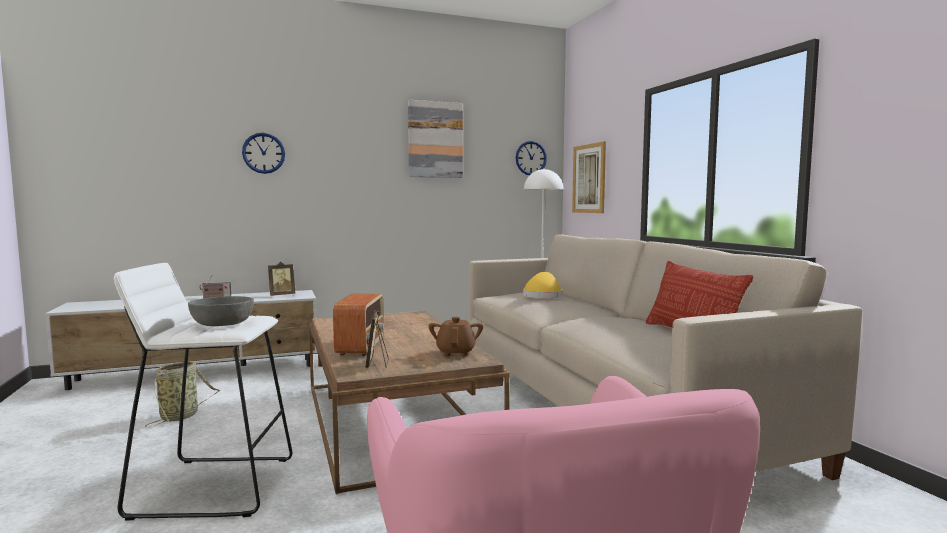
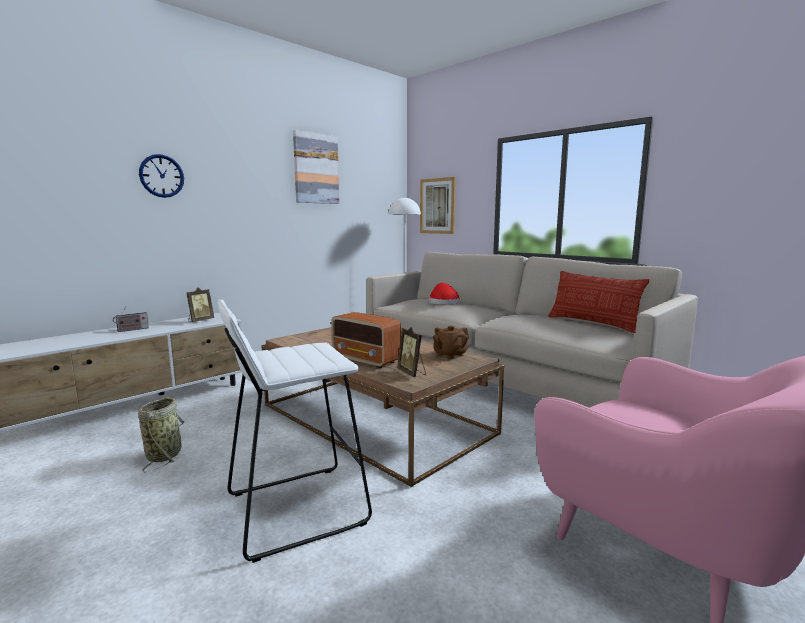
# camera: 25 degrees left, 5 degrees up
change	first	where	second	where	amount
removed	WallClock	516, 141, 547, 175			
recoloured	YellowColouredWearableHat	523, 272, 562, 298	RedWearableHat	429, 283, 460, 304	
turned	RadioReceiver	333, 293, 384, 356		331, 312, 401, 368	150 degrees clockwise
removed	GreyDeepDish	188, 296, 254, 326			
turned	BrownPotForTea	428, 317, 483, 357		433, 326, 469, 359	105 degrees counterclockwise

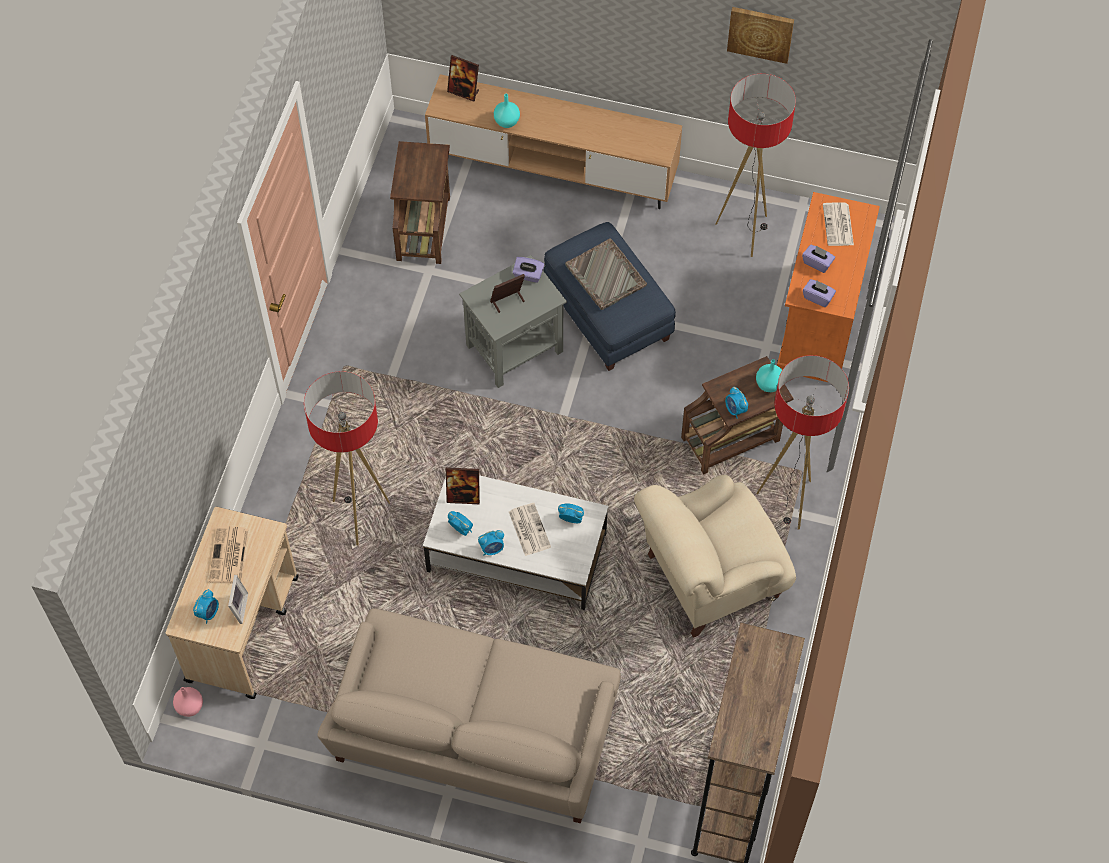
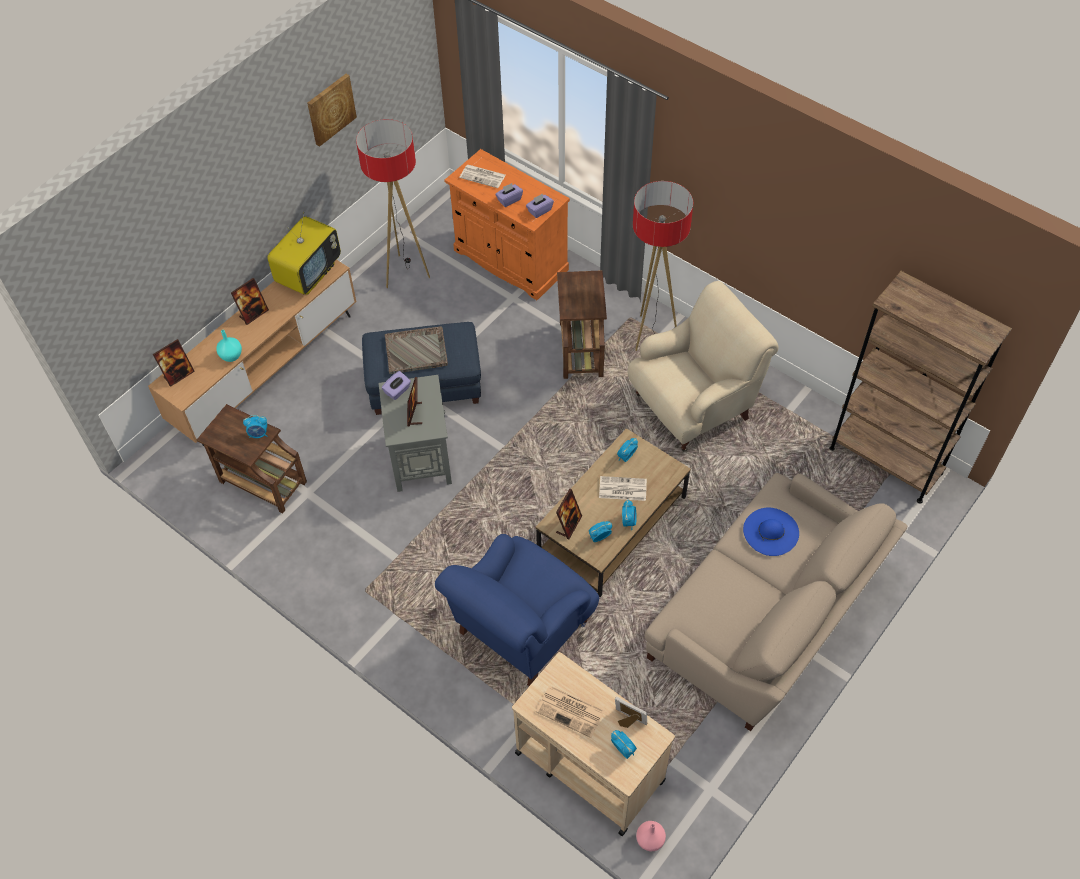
# camera: 65 degrees left, 5 degrees down
change	first	where	second	where	amount
removed	TurquoiseFlowerVase	756, 359, 782, 392			
replaced	StandardLamp	304, 371, 390, 546	BlueLoungeChair	435, 534, 599, 686	
moved	AlarmClock	725, 386, 748, 418		243, 415, 267, 438	
recoloured	WhiteColouredLoungeTable	423, 475, 609, 610	BrownLoungeTable	536, 428, 691, 597	
turned	BeigeColouredLoungeChair	634, 475, 796, 638		627, 281, 778, 452	120 degrees counterclockwise
added			Television	267, 211, 341, 294	
added			PictureFrame	231, 278, 269, 325	
added			BlueWearableHat	743, 508, 799, 556	

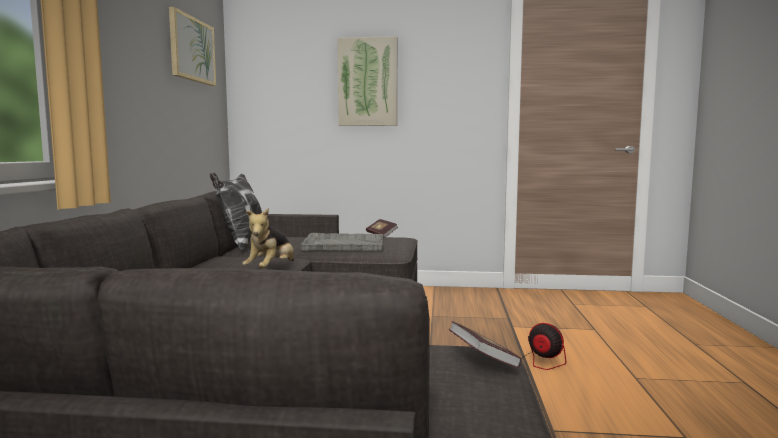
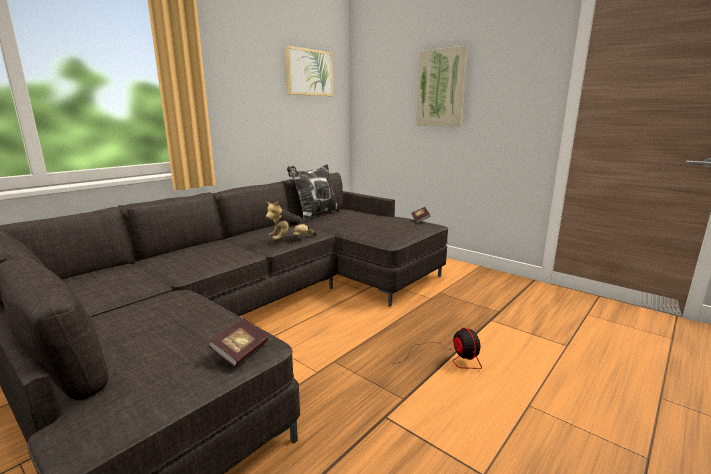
# camera: 35 degrees right, 10 degrees up
change	first	where	second	where	amount
removed	GreyServingTray	300, 233, 384, 251			

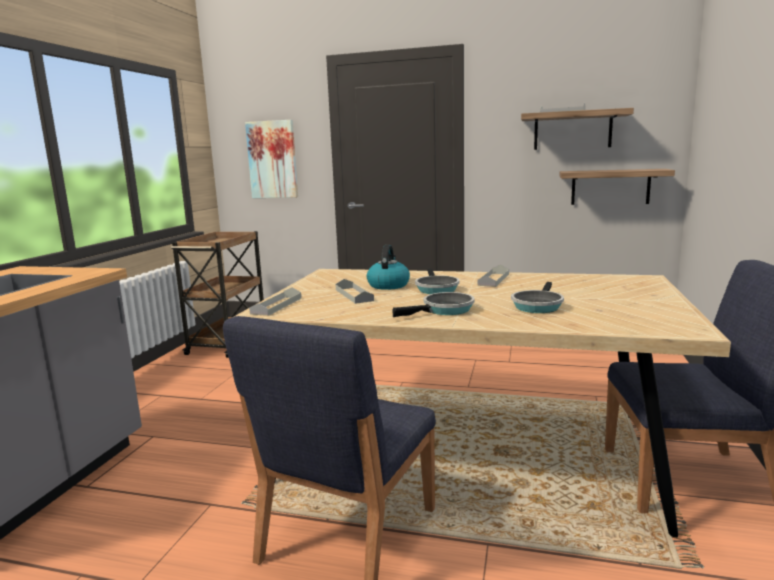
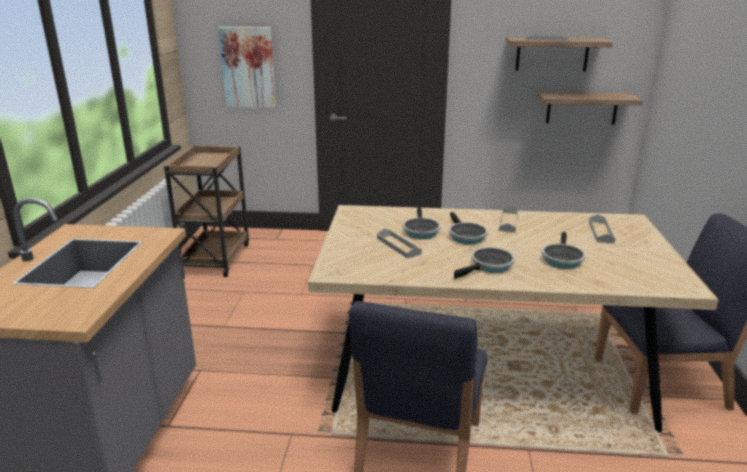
# camera: 10 degrees left, 10 degrees up
change	first	where	second	where	amount
replaced	Kettle	367, 245, 410, 290	FryingPan	402, 207, 441, 239	
moved	GreyServingTray	249, 288, 301, 316		589, 214, 615, 243	

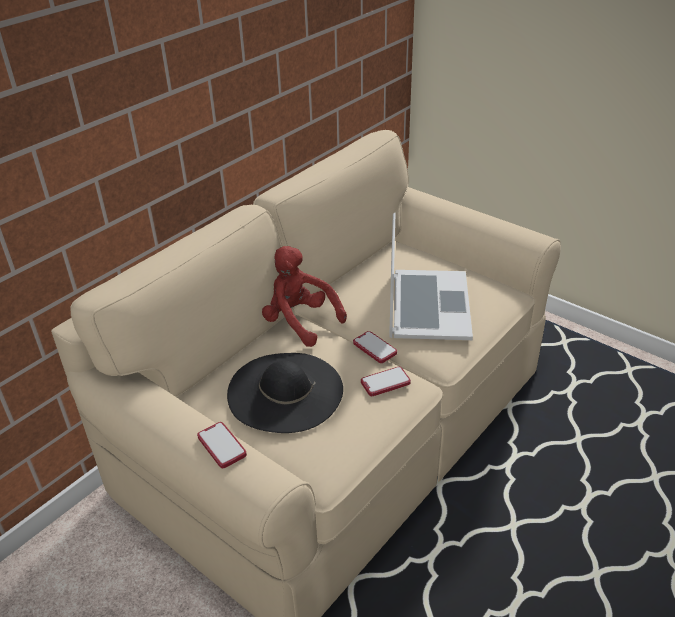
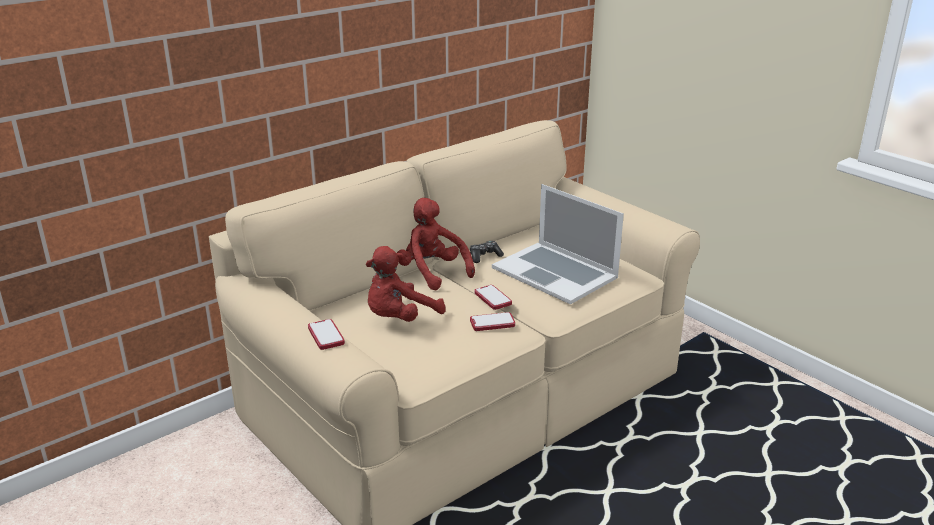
# camera: 10 degrees right, 10 degrees down
change	first	where	second	where	amount
turned	Laptop	389, 213, 473, 340		492, 184, 624, 305	120 degrees clockwise
replaced	BlackColouredWearableHat	227, 353, 343, 433	RedCuddlyToy	366, 246, 446, 322	
added			Gamepad	470, 241, 504, 263	

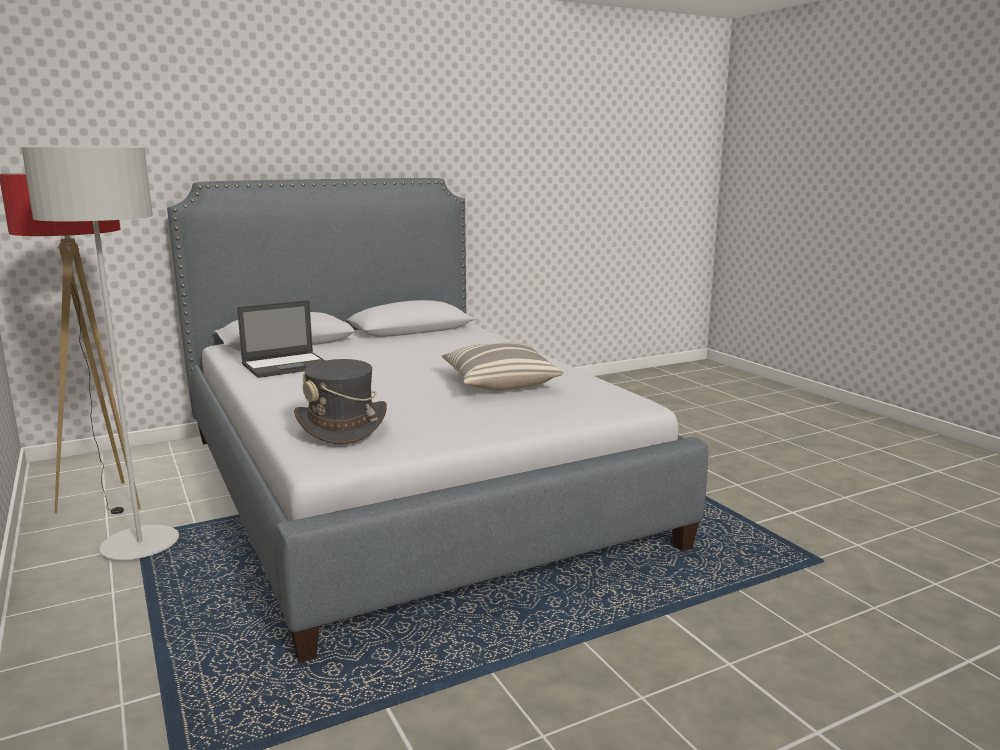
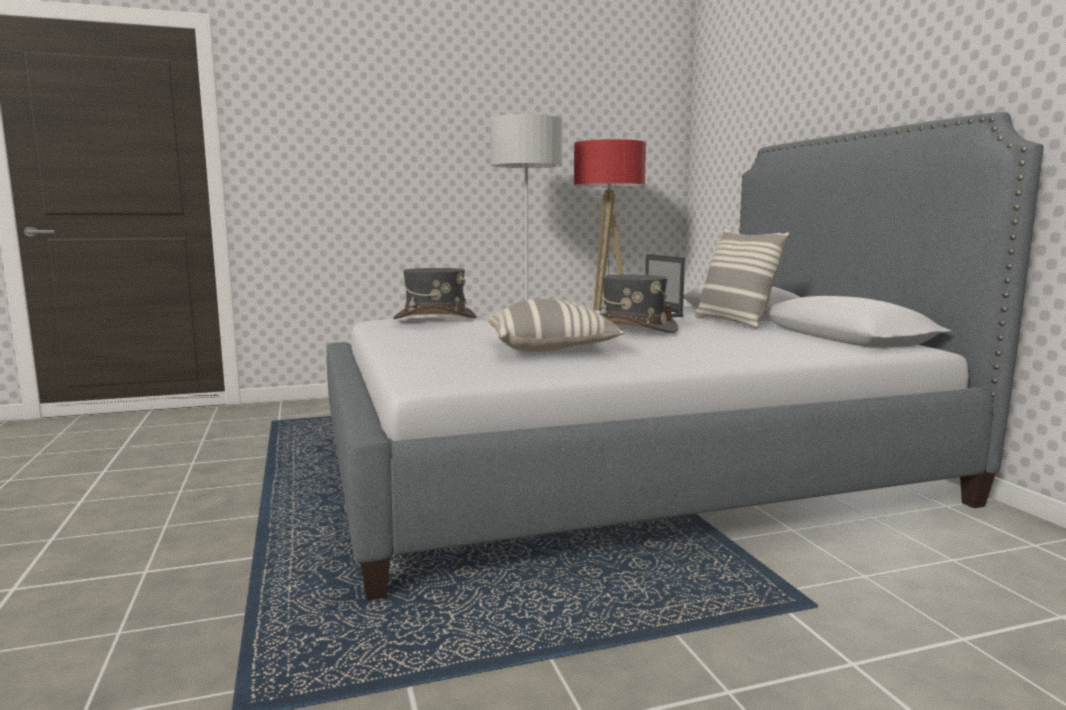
# camera: 100 degrees right, 5 degrees down
change	first	where	second	where	amount
added			Pillow	695, 229, 789, 329	
added			GreyWearableHat	599, 274, 678, 333	

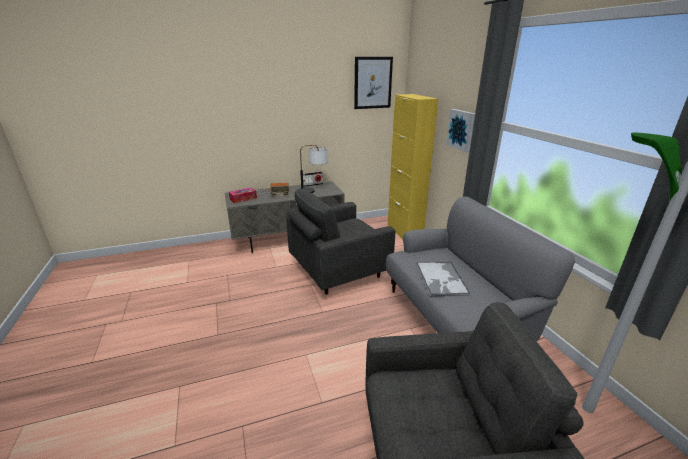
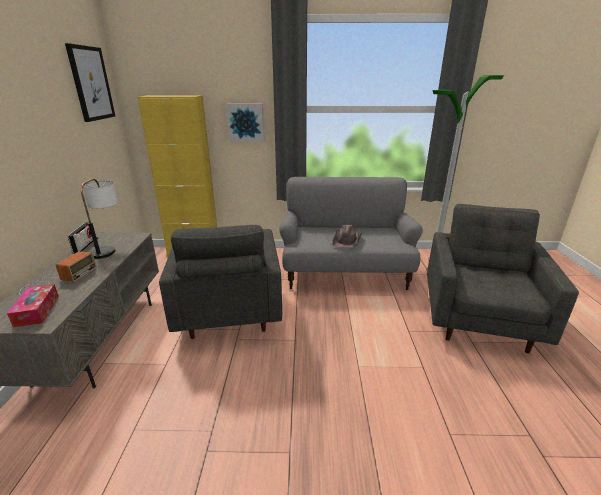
# camera: 70 degrees left, 0 degrees up
change	first	where	second	where	amount
replaced	ServingTray	417, 262, 470, 296	BrownWearableHat	332, 225, 362, 248	

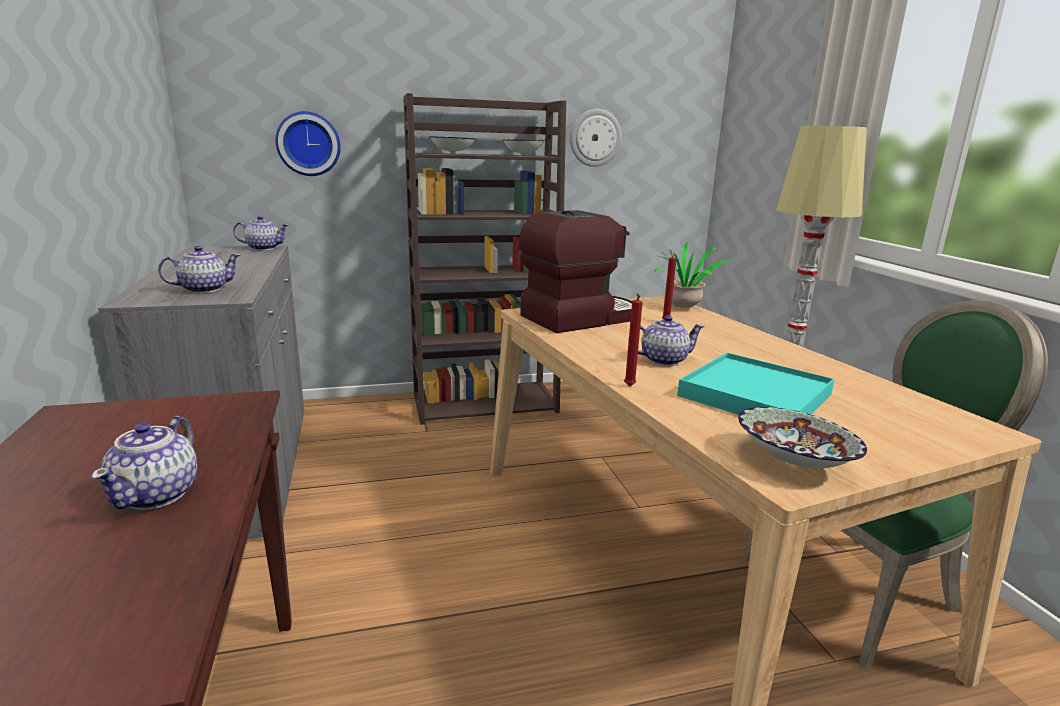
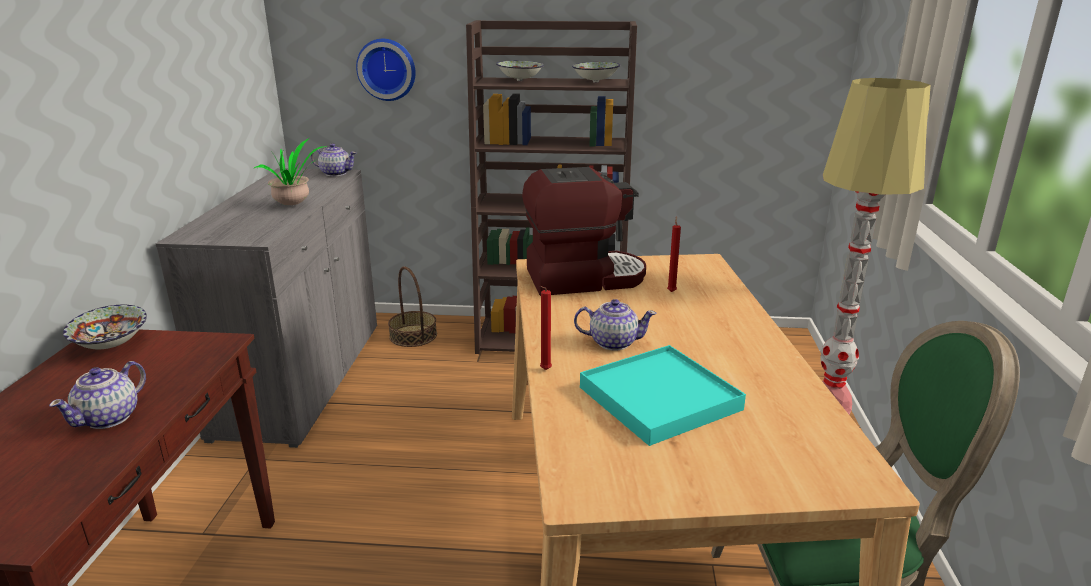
# camera: 20 degrees right, 5 degrees up
change	first	where	second	where	amount
removed	WallClock	570, 109, 622, 167			
moved	PottedPlant	654, 241, 731, 308		253, 138, 326, 205	
removed	PotForTea	158, 246, 241, 293			
moved	DeepDish	738, 407, 867, 469		63, 305, 147, 349	
added			Basket	388, 266, 437, 347	

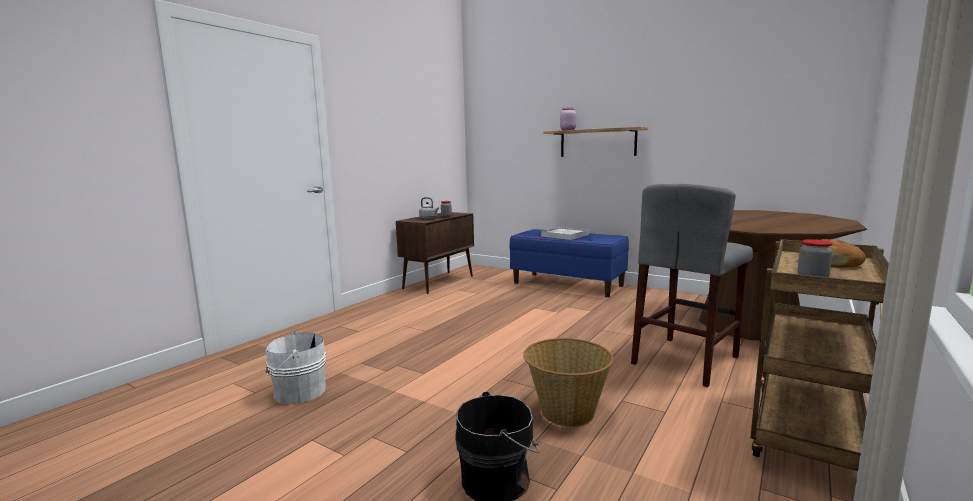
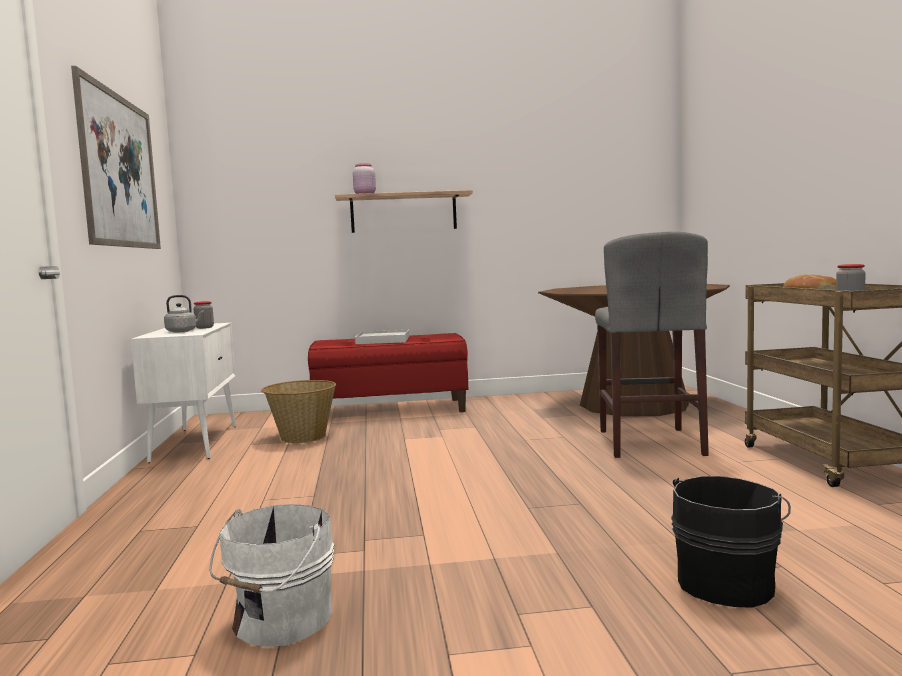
# camera: 40 degrees left, 5 degrees down
change	first	where	second	where	amount
recoloured	BrownCupboard	396, 212, 474, 294	WhiteColouredCupboard	131, 323, 236, 463	
recoloured	BlueBench	510, 229, 629, 297	RedBench	308, 333, 468, 412	
moved	Basket	523, 338, 613, 427		261, 380, 336, 443	
added			Picture	71, 66, 161, 249	

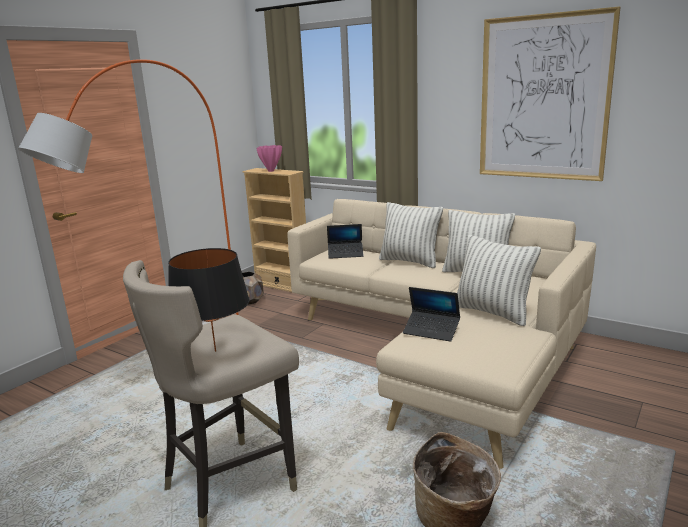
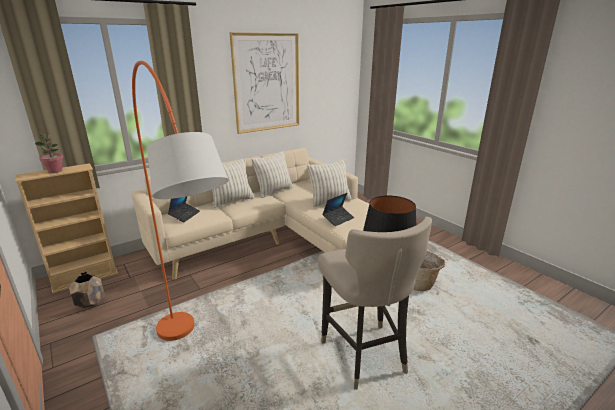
# camera: 70 degrees left, 5 degrees up
change	first	where	second	where	amount
replaced	PinkFlowerVase	257, 145, 282, 172	PottedPlant	35, 134, 64, 173	

